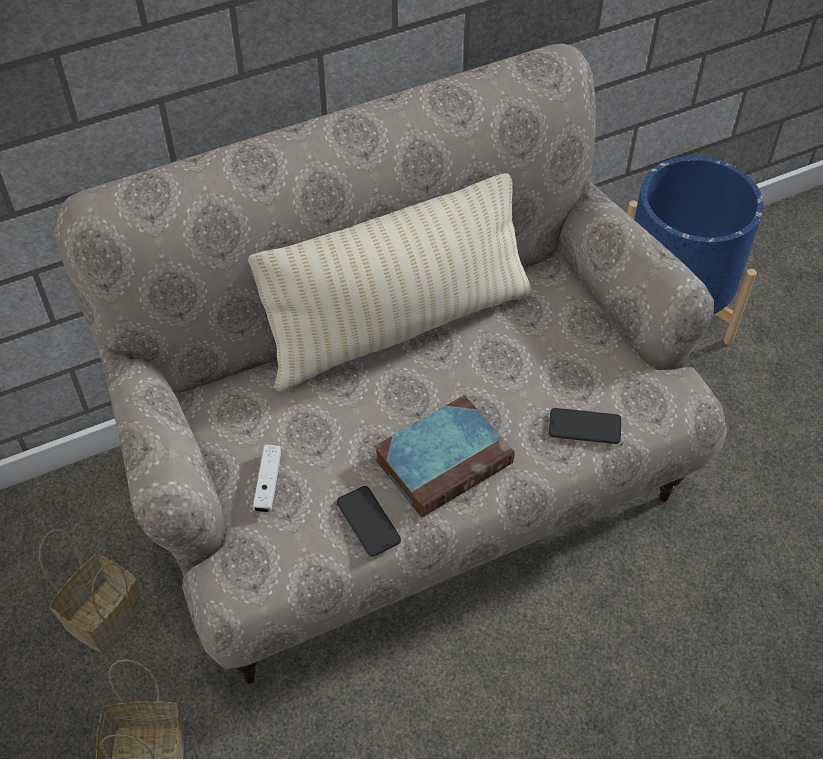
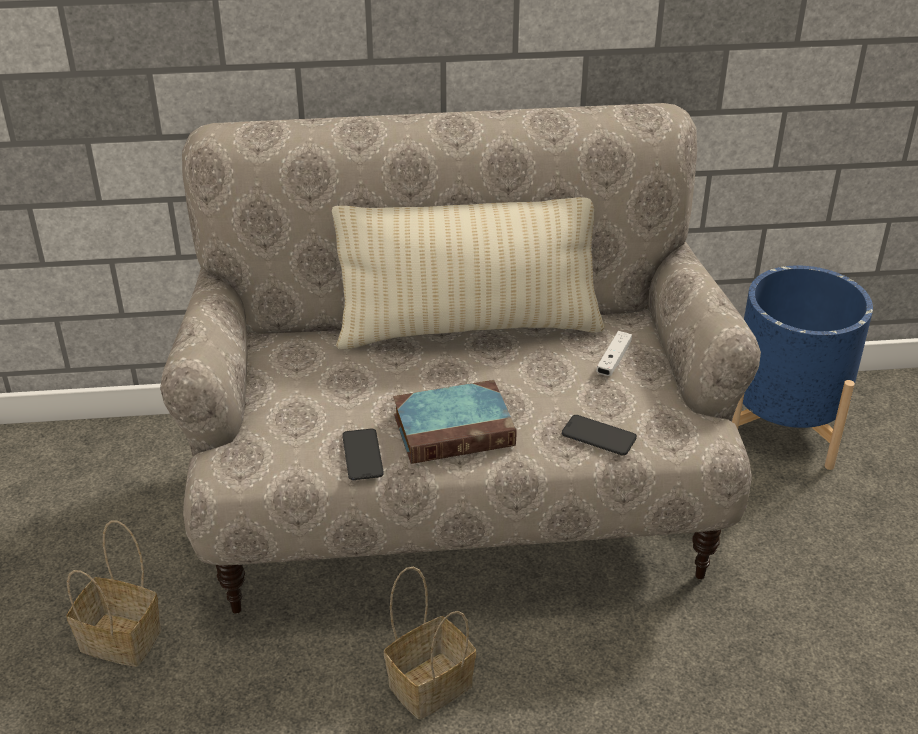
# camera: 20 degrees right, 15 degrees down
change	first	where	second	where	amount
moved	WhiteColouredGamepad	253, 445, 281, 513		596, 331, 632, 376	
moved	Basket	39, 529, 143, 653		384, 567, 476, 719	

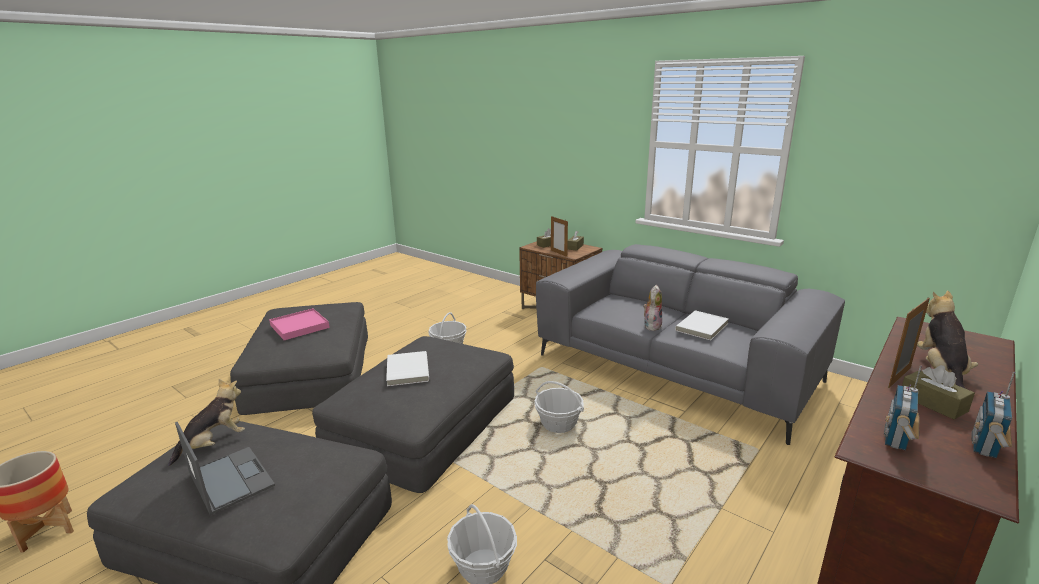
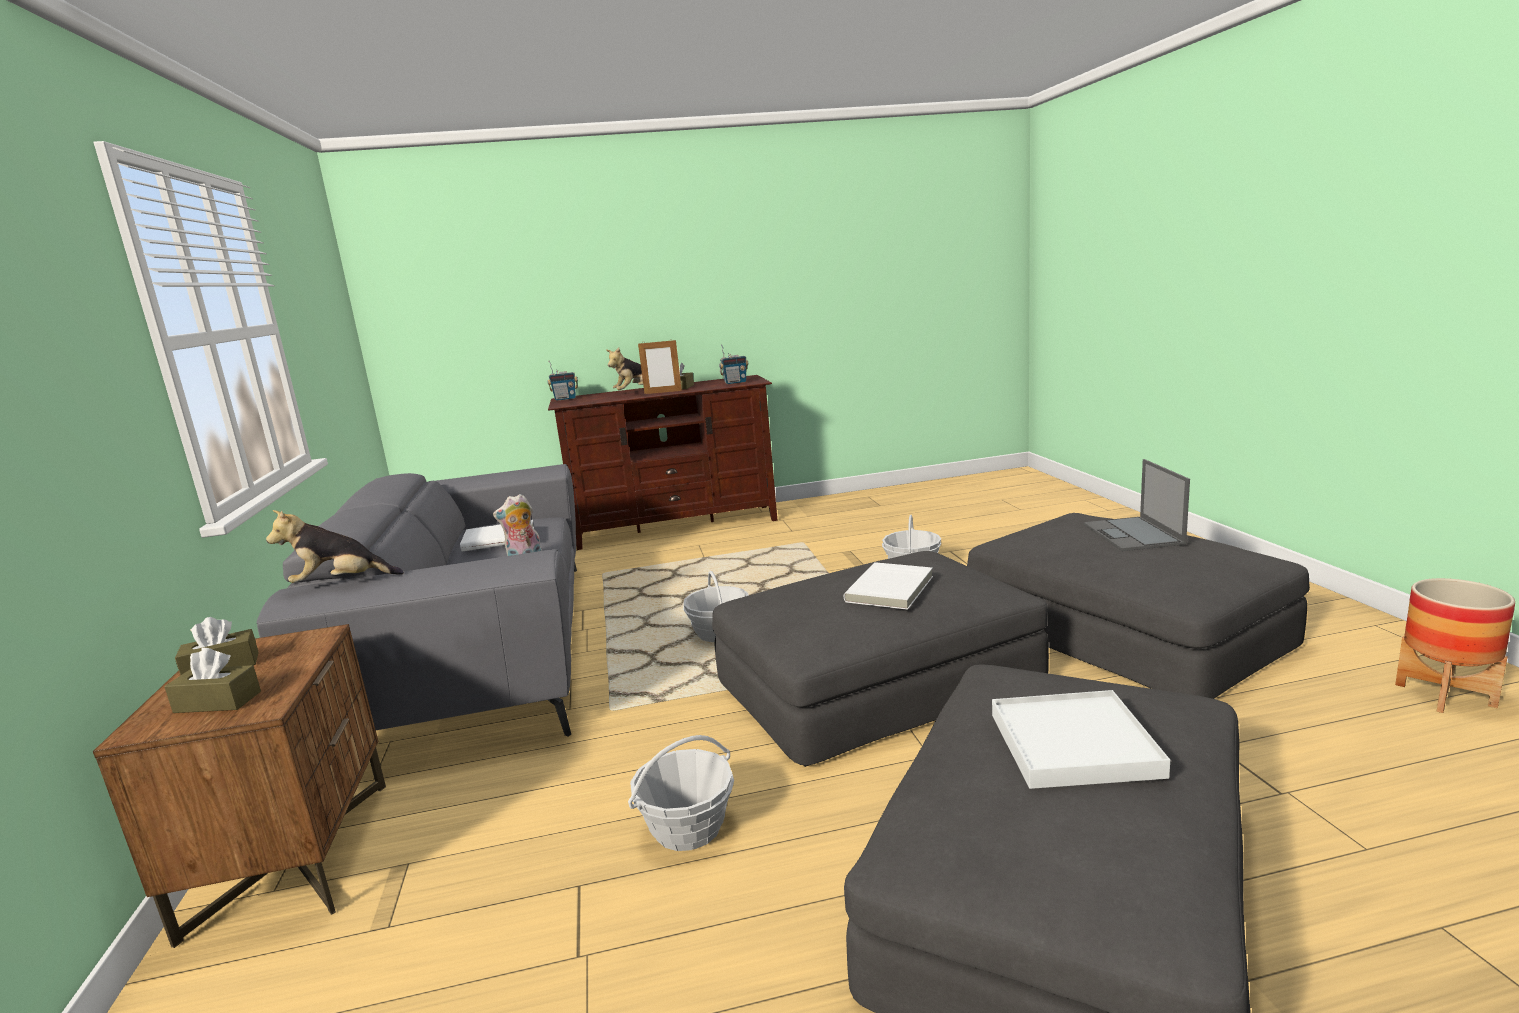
# camera: 140 degrees left, 5 degrees down
change	first	where	second	where	amount
removed	PictureFrame	551, 216, 568, 257			
recoloured	PinkServingTray	269, 308, 330, 340	WhiteColouredServingTray	992, 690, 1170, 789	
moved	RadioReceiver	971, 371, 1016, 458		547, 361, 578, 401	
moved	CuddlyToy	168, 379, 245, 466		266, 510, 404, 583	

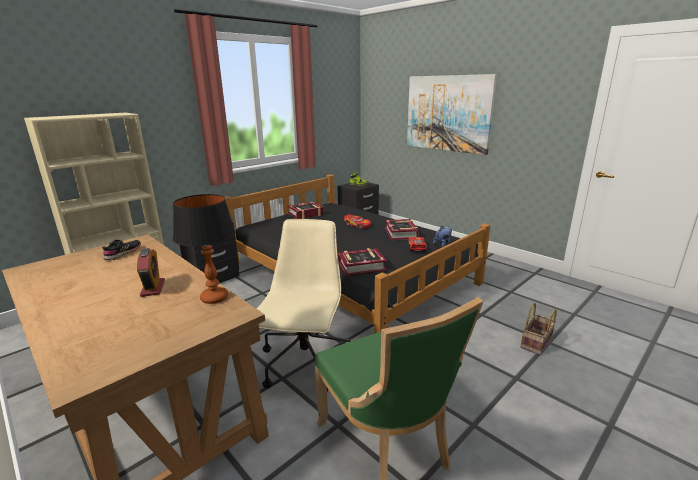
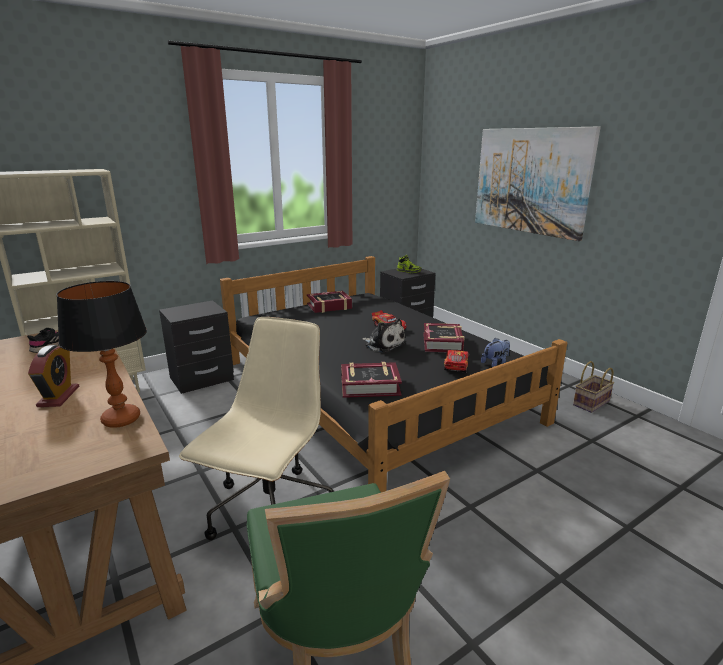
# camera: 10 degrees right, 0 degrees up
change	first	where	second	where	amount
moved	Basket	520, 303, 557, 355		573, 361, 614, 413	
added			CuddlyToy	362, 318, 406, 353	

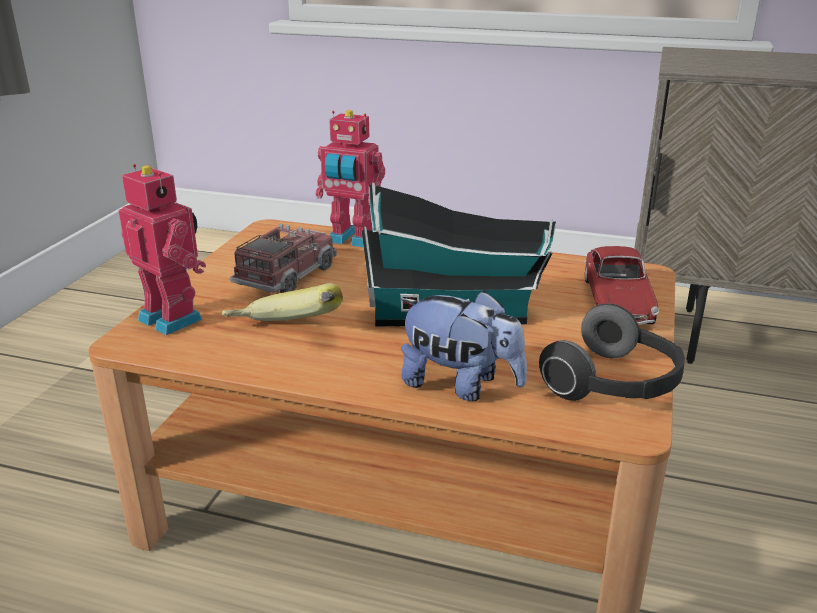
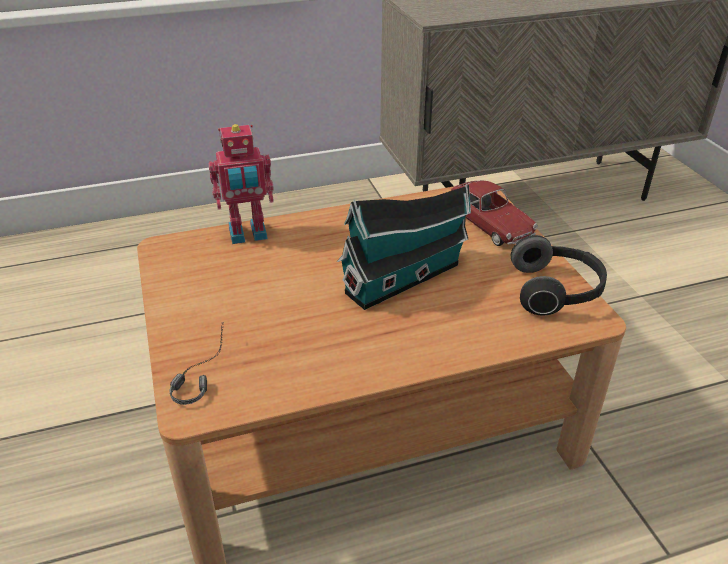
# camera: 35 degrees left, 10 degrees up
change	first	where	second	where	amount
replaced	ModelRobot	118, 164, 206, 335	PairOfHeadphones	169, 322, 223, 405	
removed	ModelTruck	230, 224, 337, 293			
removed	WholeBanana	222, 283, 343, 321			
removed	CuddlyToy	400, 290, 527, 401			

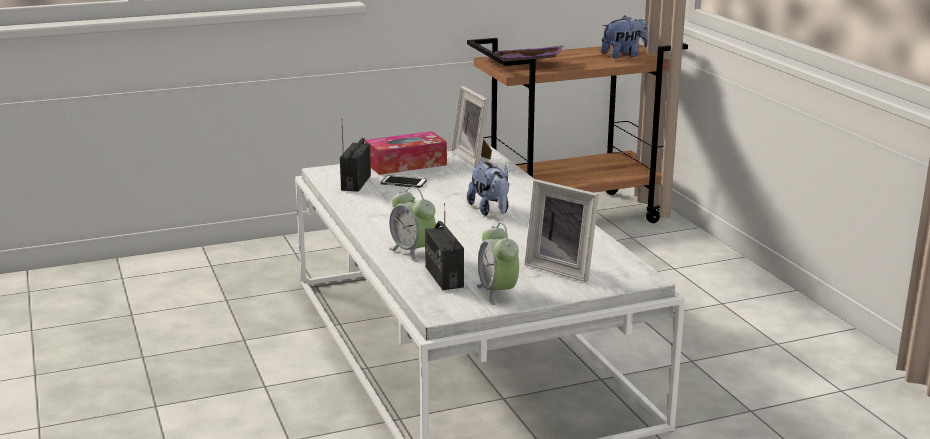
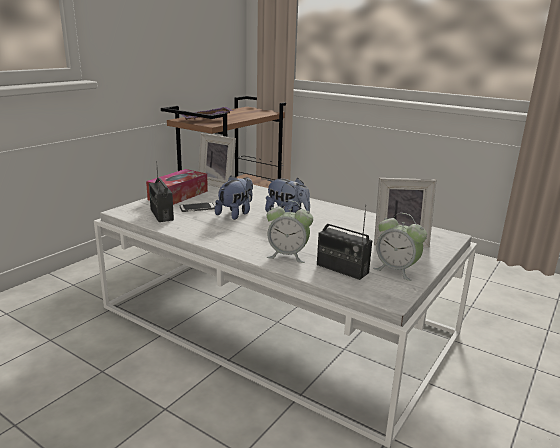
# camera: 35 degrees left, 0 degrees up
change	first	where	second	where	amount
moved	CuddlyToy	601, 16, 648, 58		215, 176, 253, 220	

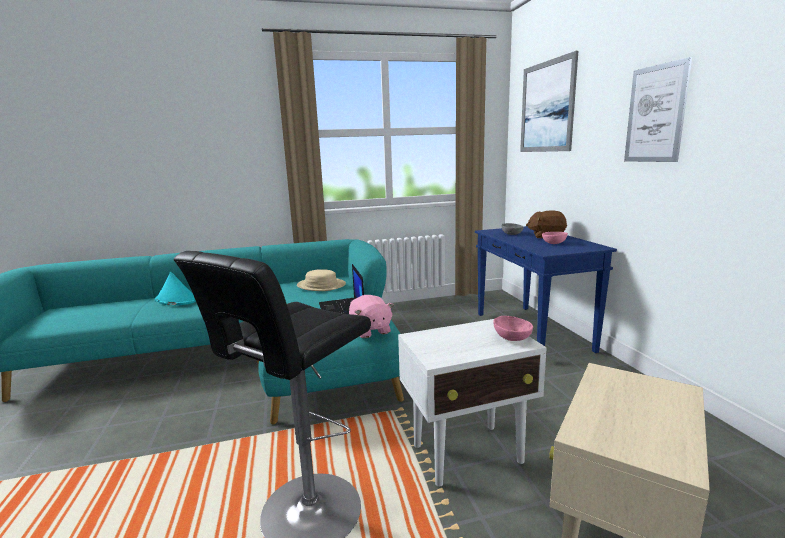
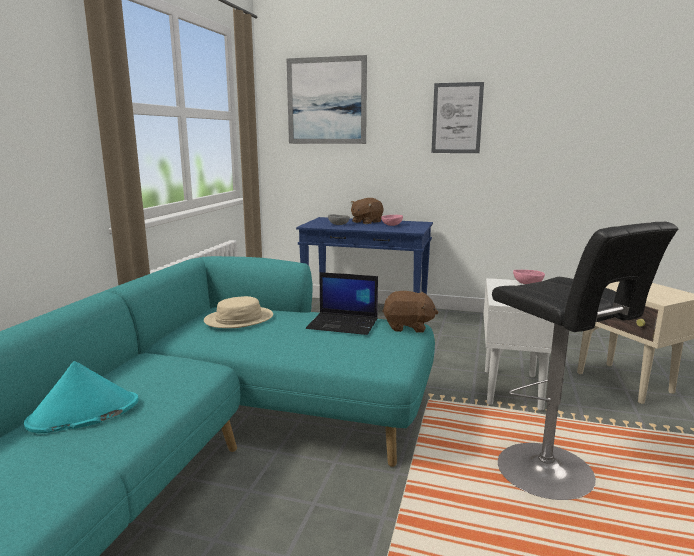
# camera: 60 degrees left, 0 degrees up
change	first	where	second	where	amount
recoloured	PinkCuddlyToy	349, 295, 394, 338	BrownCuddlyToy	382, 291, 439, 332	

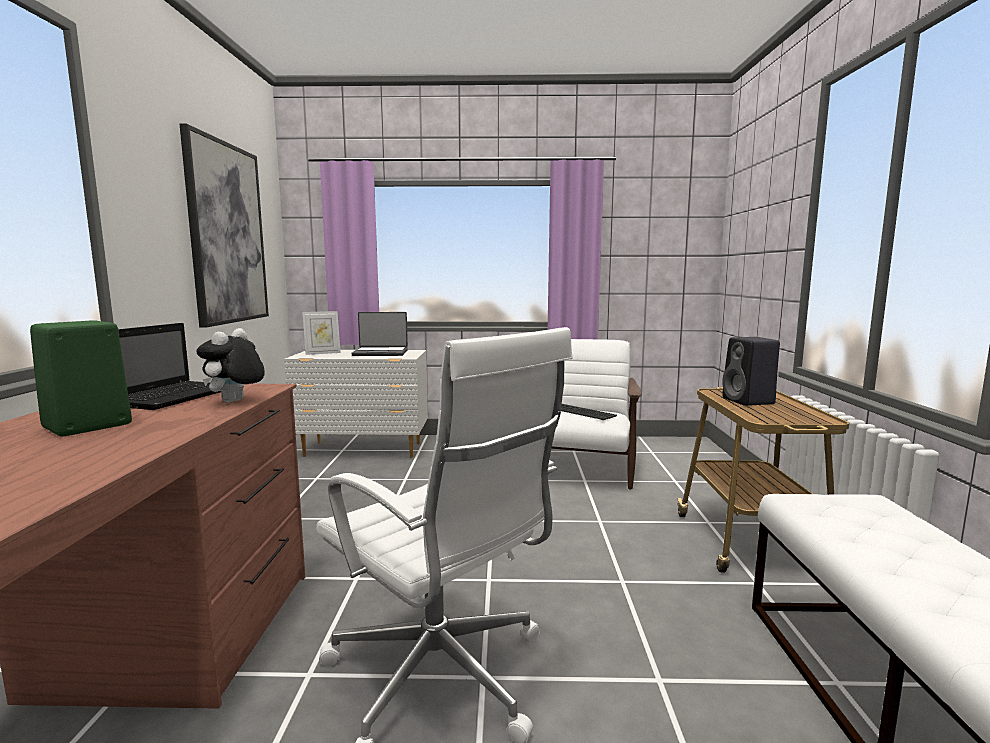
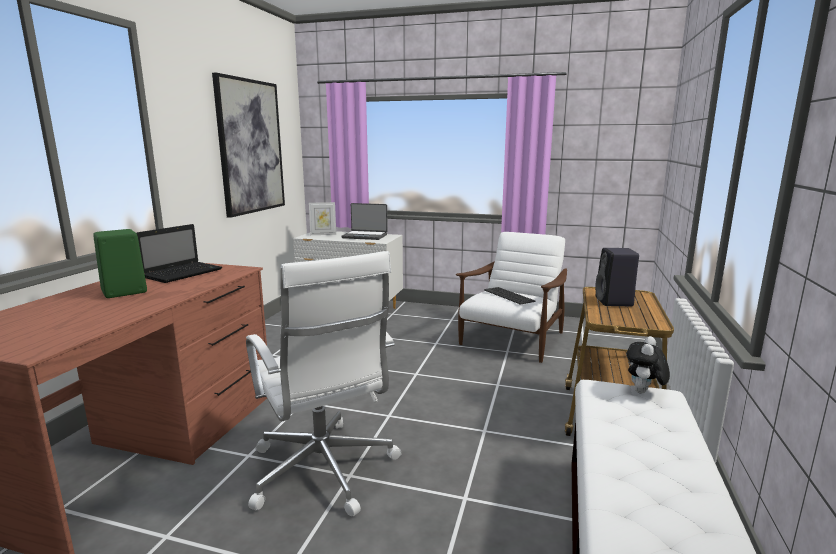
# camera: 15 degrees right, 5 degrees up
change	first	where	second	where	amount
moved	CuddlyToy	196, 328, 265, 403		627, 336, 670, 393	

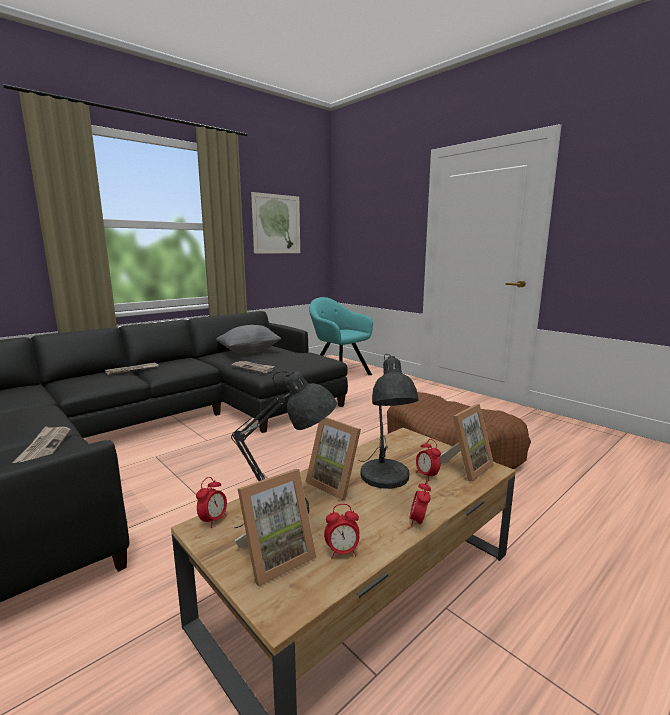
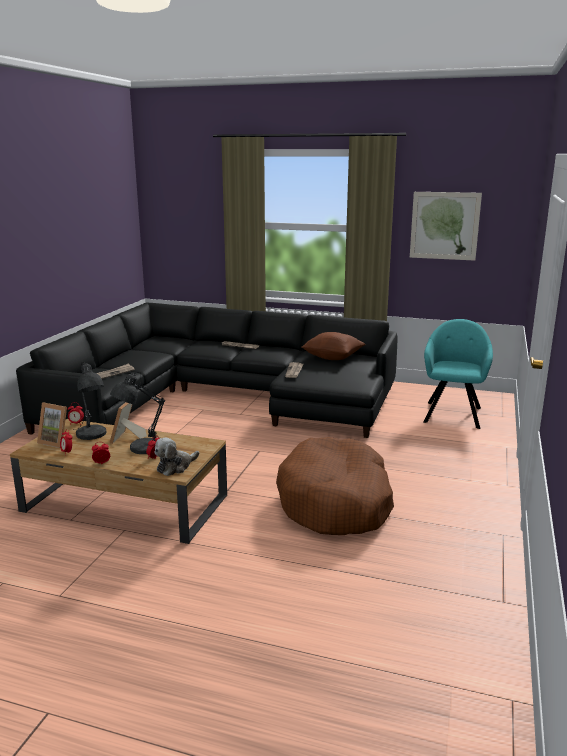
# camera: 60 degrees right, 5 degrees up
change	first	where	second	where	amount
recoloured	GreyPillow	216, 325, 281, 354	BrownPillow	302, 332, 365, 360	
replaced	PictureFrame	439, 404, 494, 481	CuddlyToy	154, 437, 199, 476	

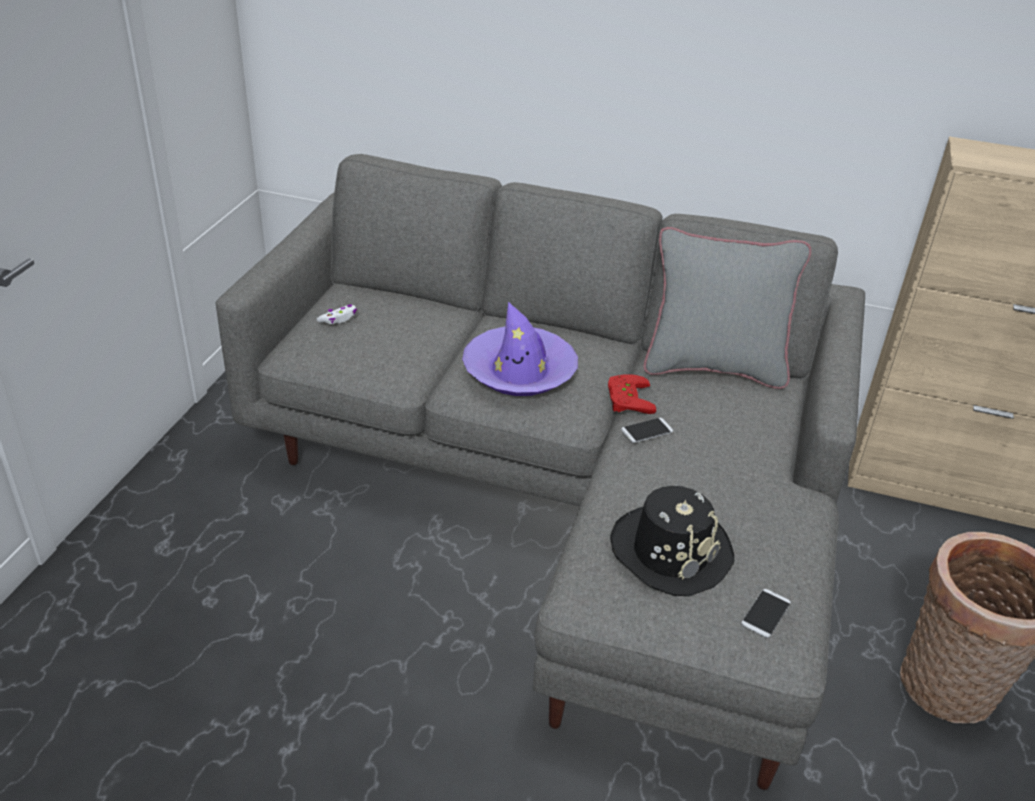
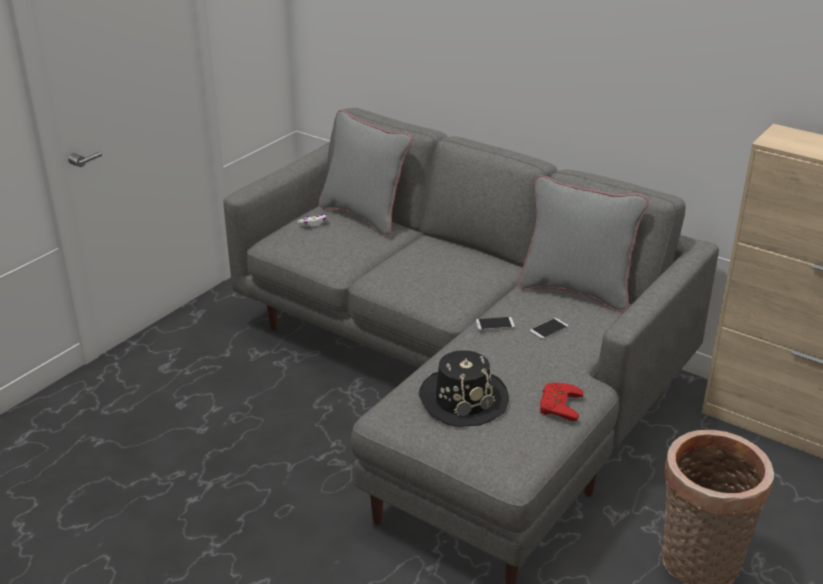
# camera: 20 degrees right, 5 degrees down
change	first	where	second	where	amount
removed	PurpleColouredWearableHat	462, 302, 578, 396			
moved	RedGamepad	608, 374, 656, 414		540, 383, 583, 421	
moved	Phone	741, 589, 791, 638		530, 318, 568, 339	
added			GreyPillow	319, 109, 412, 236	

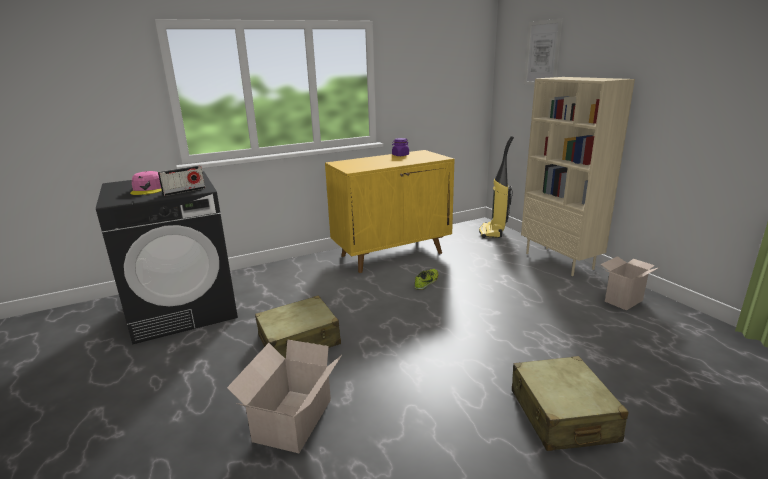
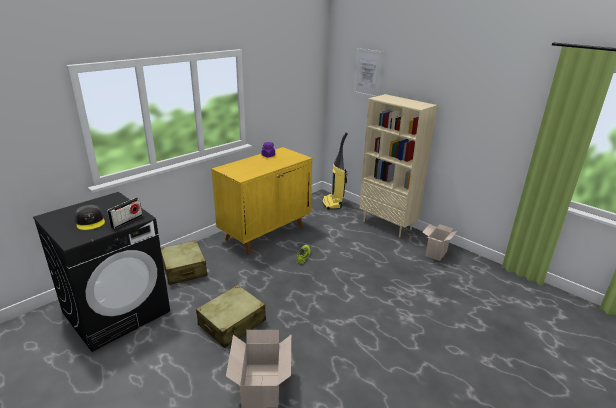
# camera: 20 degrees left, 5 degrees up
change	first	where	second	where	amount
recoloured	PinkCap	130, 171, 162, 195	GreyCap	74, 205, 105, 230	
moved	BeigeColouredPieceOfLuggage	512, 356, 629, 451		161, 240, 208, 285	

